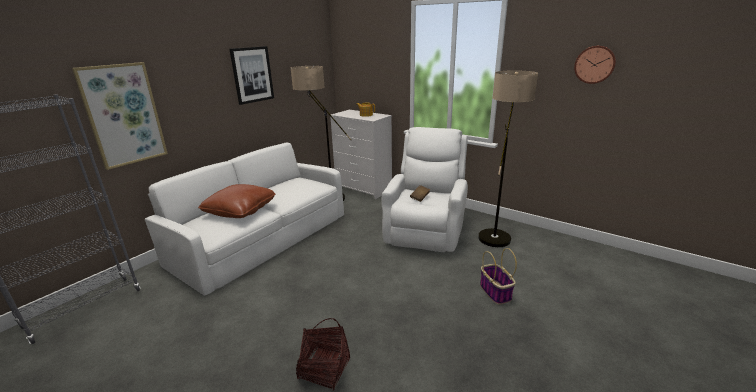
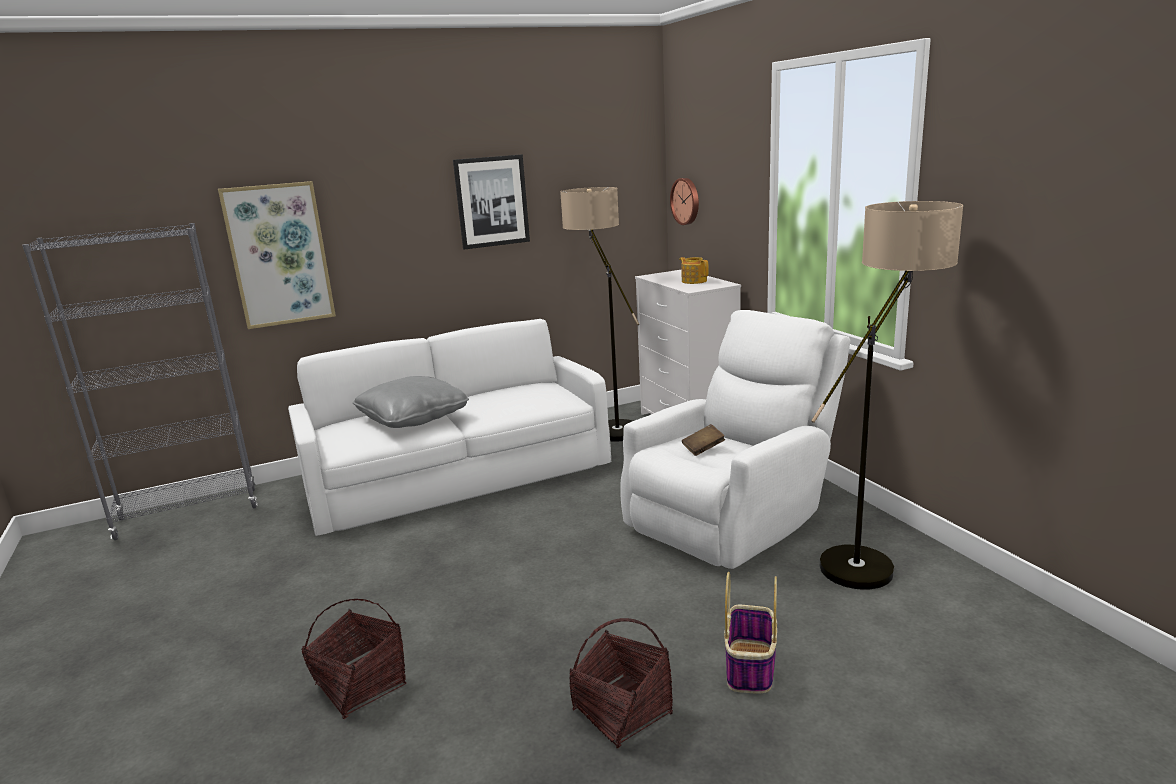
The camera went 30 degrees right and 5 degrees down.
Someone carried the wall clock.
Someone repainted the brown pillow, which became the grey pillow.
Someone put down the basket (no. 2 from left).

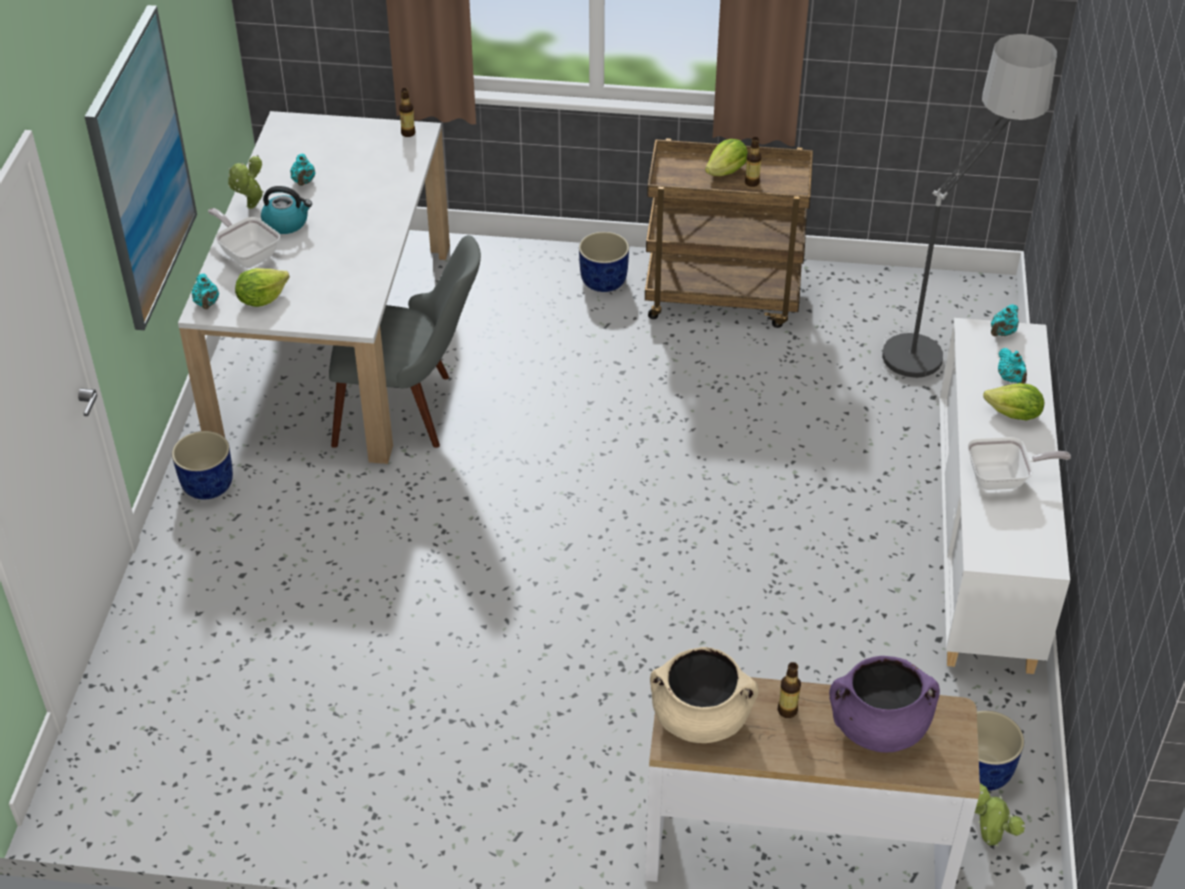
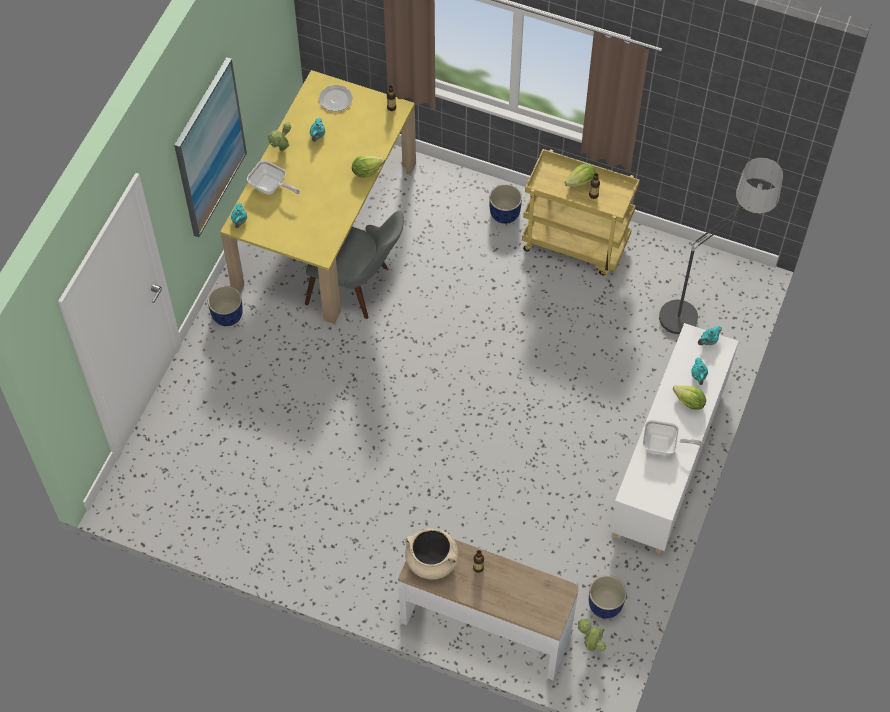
The camera went 15 degrees right and 15 degrees up.
Someone repainted the white dining table, which became the yellow dining table.
Someone repainted the brown cart, which became the yellow cart.
Someone took away the kettle.
Someone rotated the frying pan (no. 1 from left) by 150 degrees clockwise.
Someone carried the lettuce (no. 1 from left).
Someone took away the purple cooking pot.
Someone put down the plate.

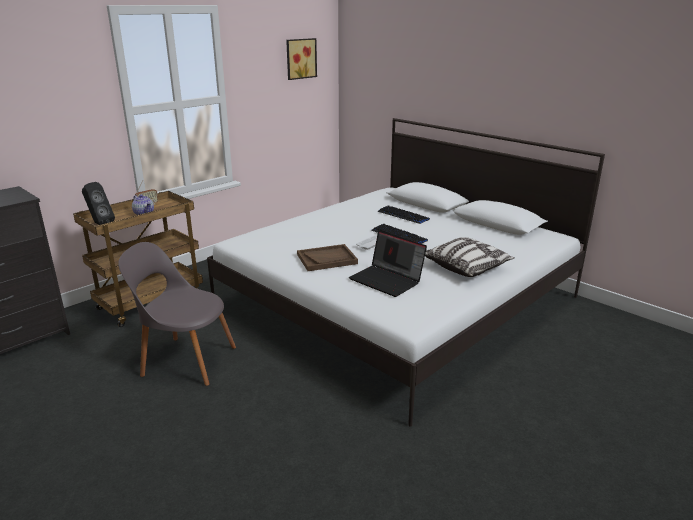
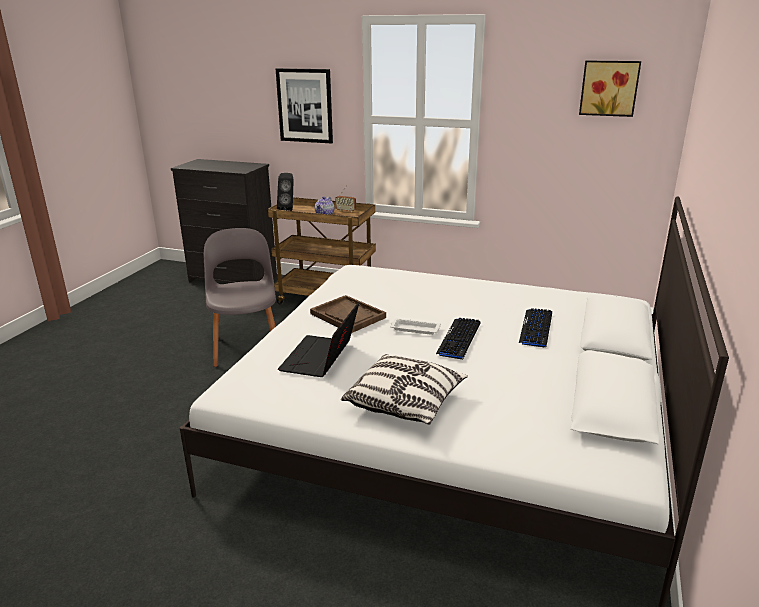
The camera went 65 degrees right and 0 degrees up.
Someone put up the picture (no. 1 from left).

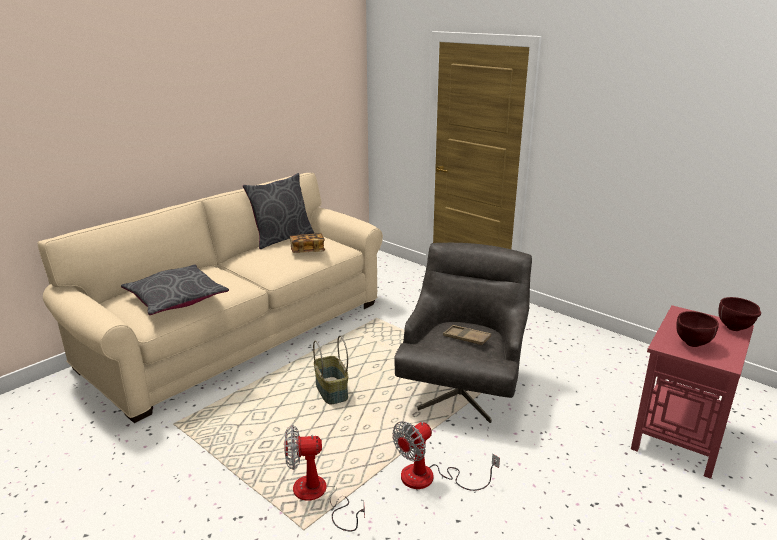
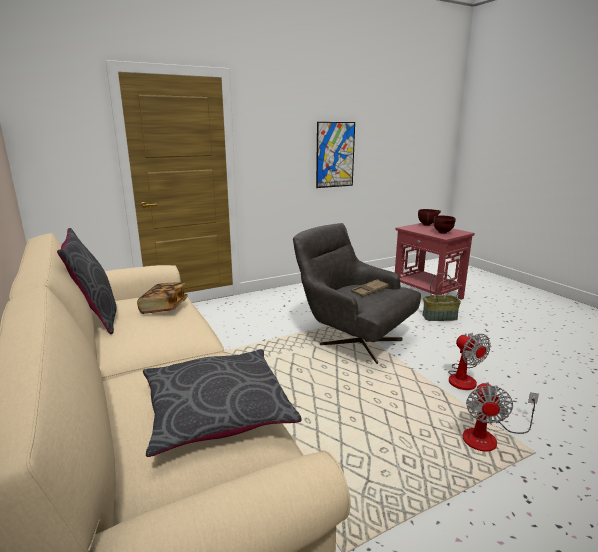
The camera went 70 degrees left and 5 degrees down.
Someone carried the basket.
Someone put up the picture.

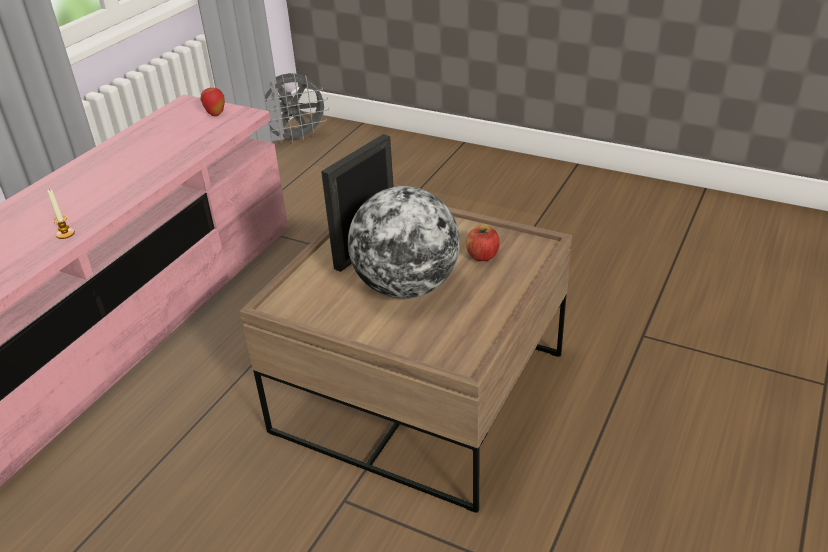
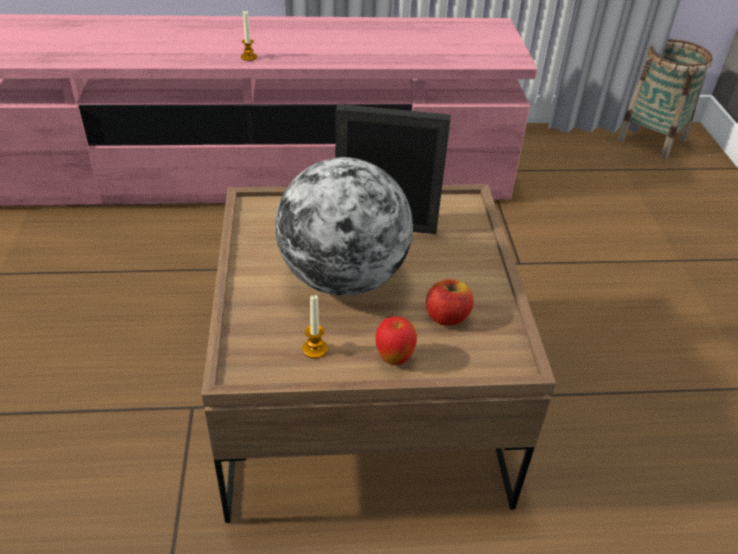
The camera went 55 degrees right and 5 degrees up.
Someone swapped the grey fan for the basket.
Someone carried the apple (no. 1 from left).
Someone put down the candle (no. 2 from left).

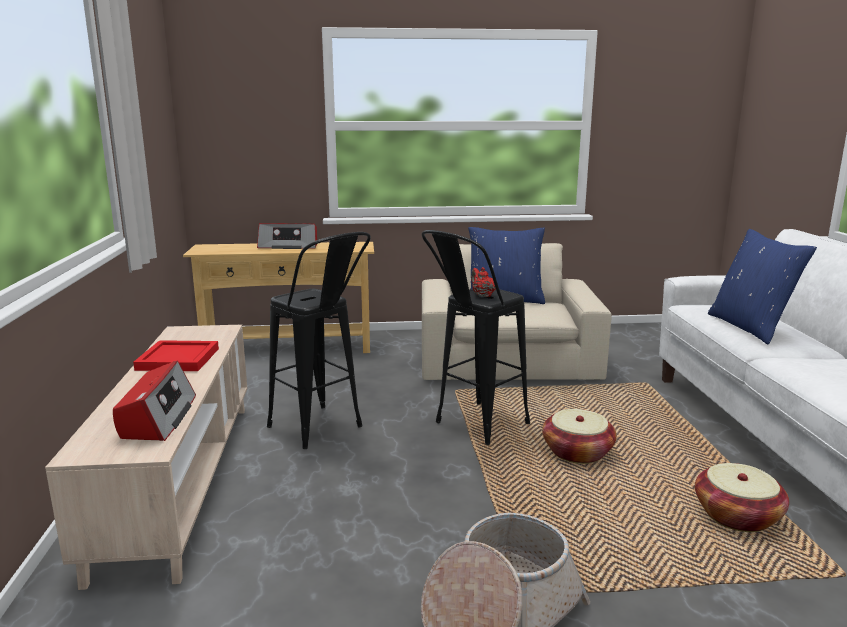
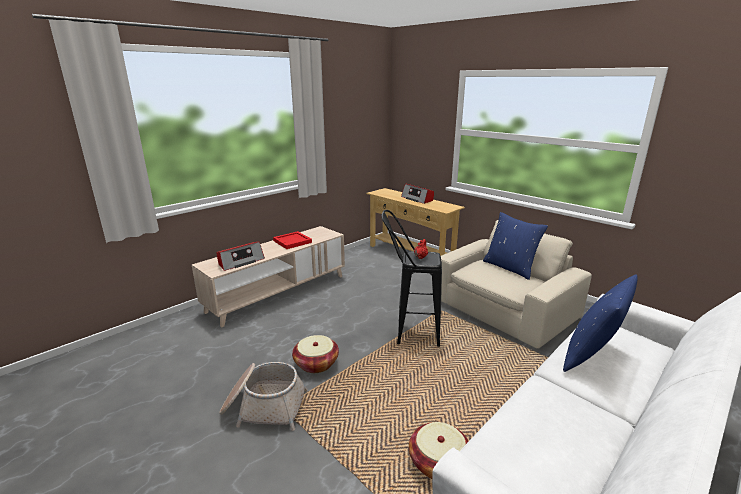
The camera went 50 degrees right and 5 degrees up.
Someone took away the black stool (no. 1 from left).
Someone carried the basket (no. 2 from left).

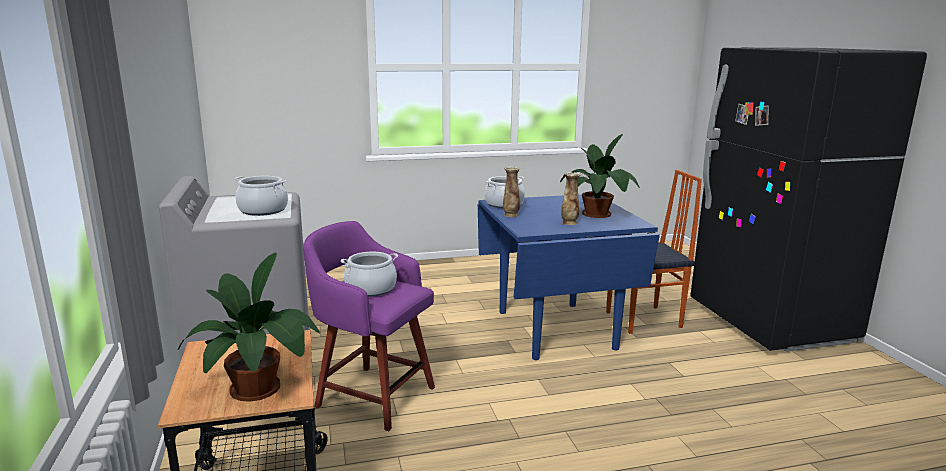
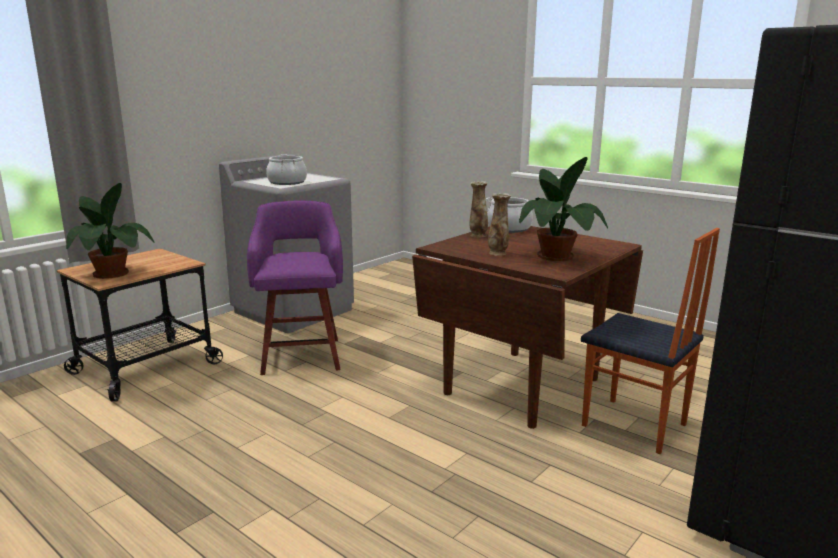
The camera went 55 degrees right and 0 degrees up.
Someone repainted the blue dining table, which became the brown dining table.
Someone took away the cooking pot (no. 2 from left).

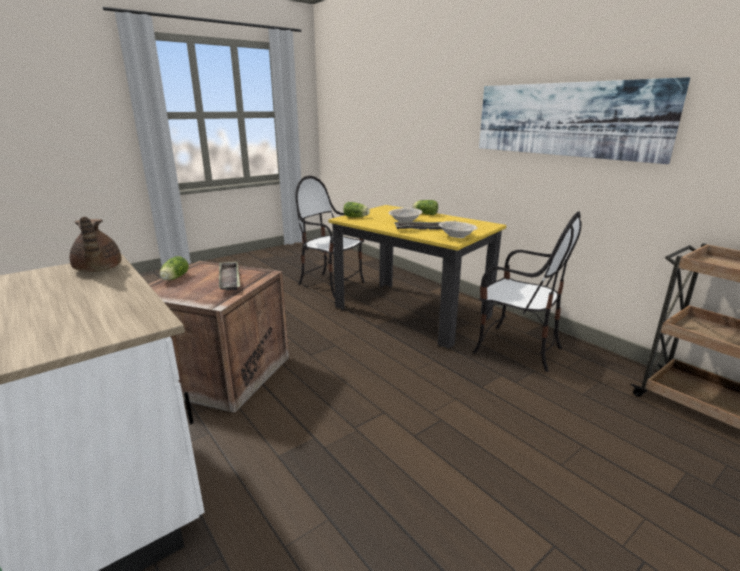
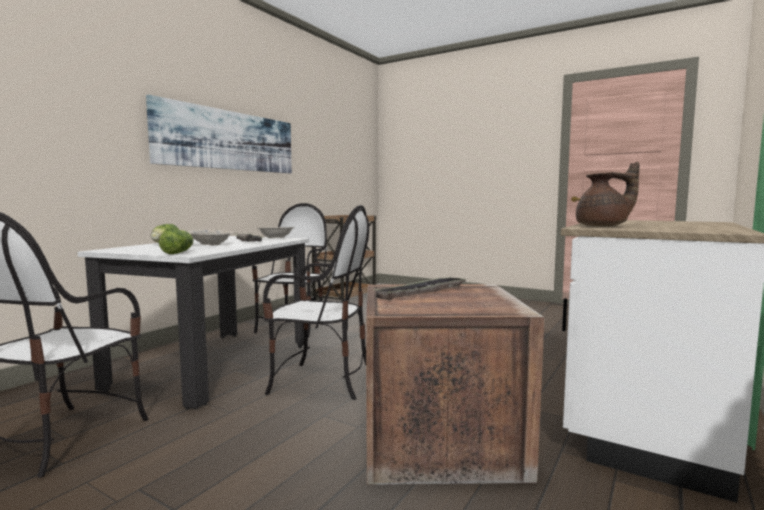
The camera went 110 degrees left and 15 degrees down.
Someone repainted the yellow dining table, which became the white dining table.
Someone rotated the brown teapot by 45 degrees clockwise.
Someone took away the lettuce (no. 1 from left).
Someone put down the chair (no. 3 from left).

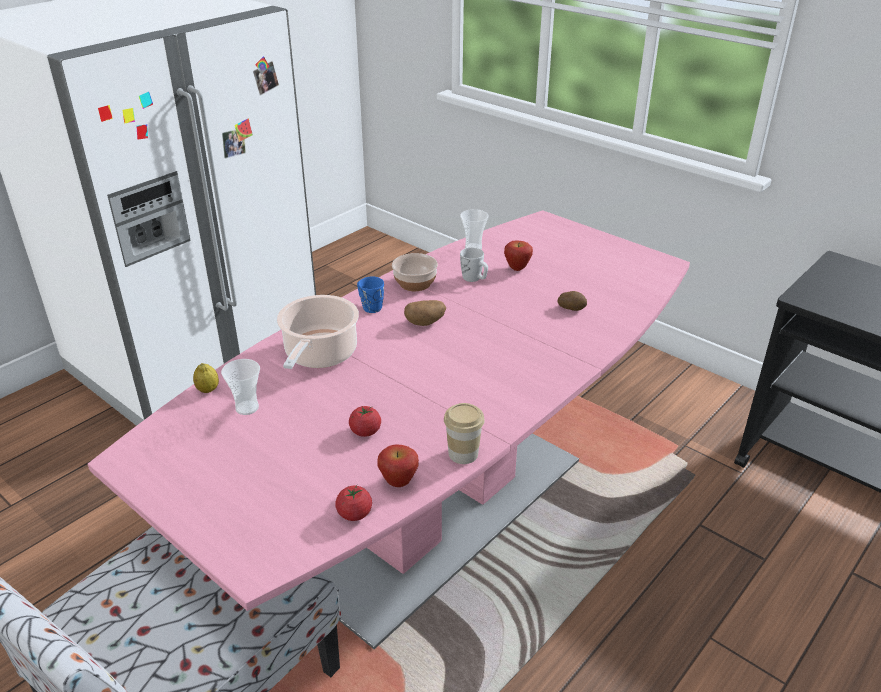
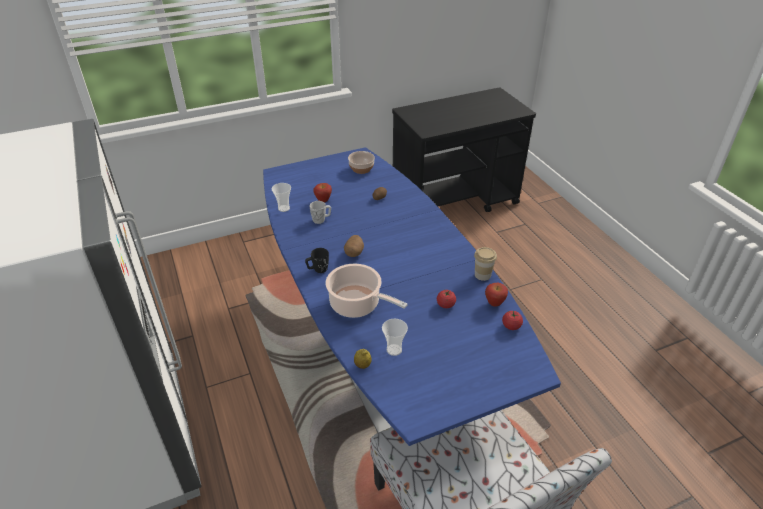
The camera went 65 degrees left and 5 degrees up.
Someone repainted the pink dining table, which became the blue dining table.
Someone carried the bowl.
Someone repainted the blue mug, which became the black mug.

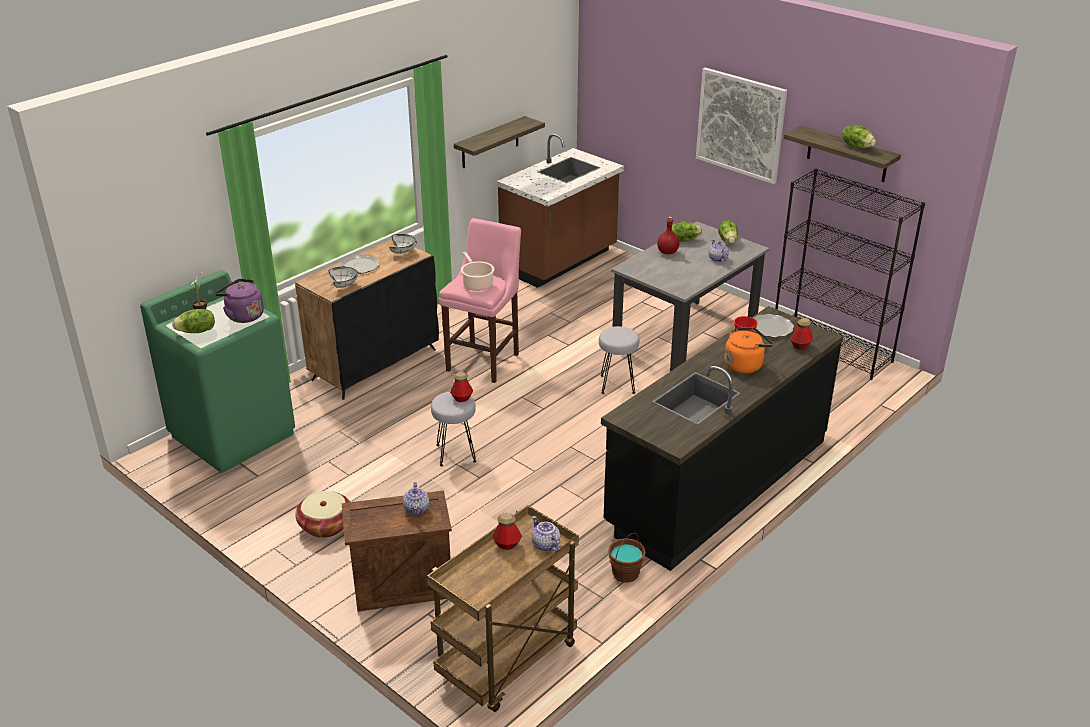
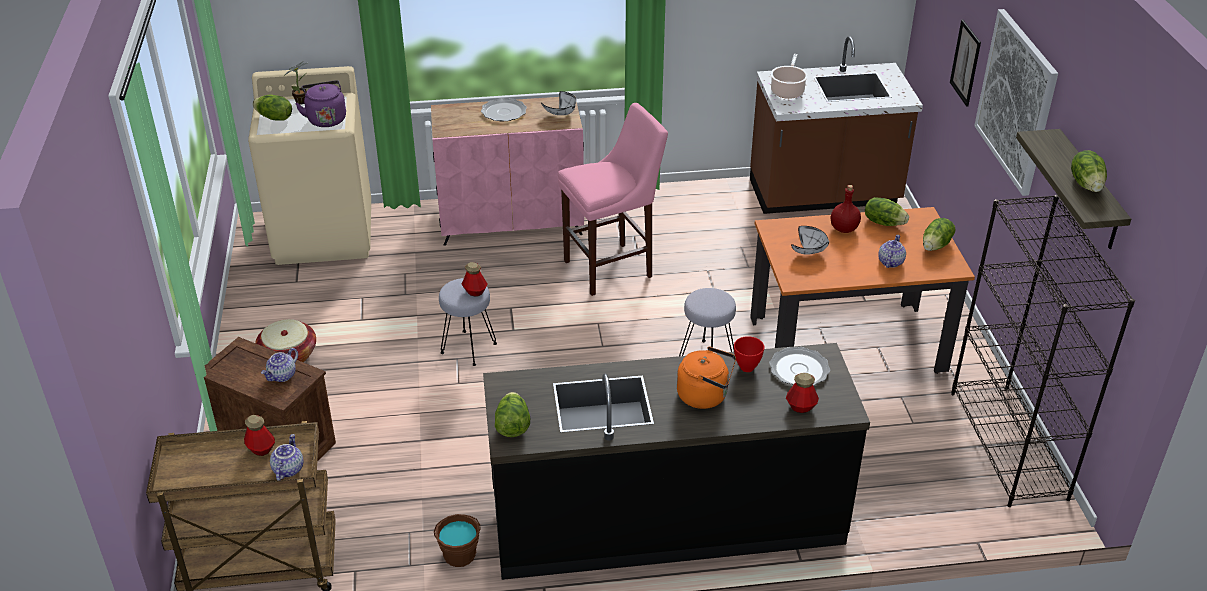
The camera went 40 degrees right and 5 degrees up.
Someone took away the shelf (no. 1 from left).
Someone repainted the grey dining table, which became the orange dining table.
Someone repainted the black cabinet, which became the pink cabinet.
Someone carried the cooking pot.
Someone carried the white bowl (no. 1 from left in the first image).
Someone repainted the green washing machine, which became the beige washing machine.
Someone put up the picture (no. 1 from left).
Someone put down the lettuce (no. 2 from left).

